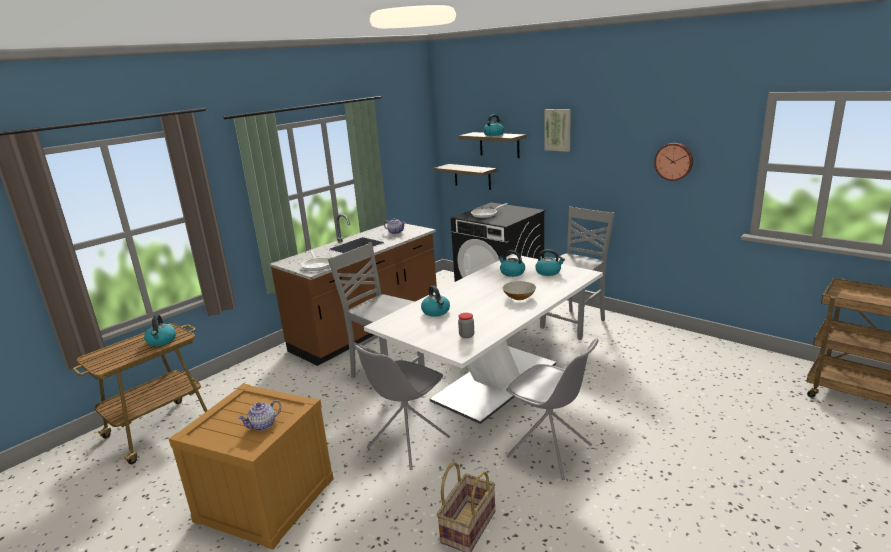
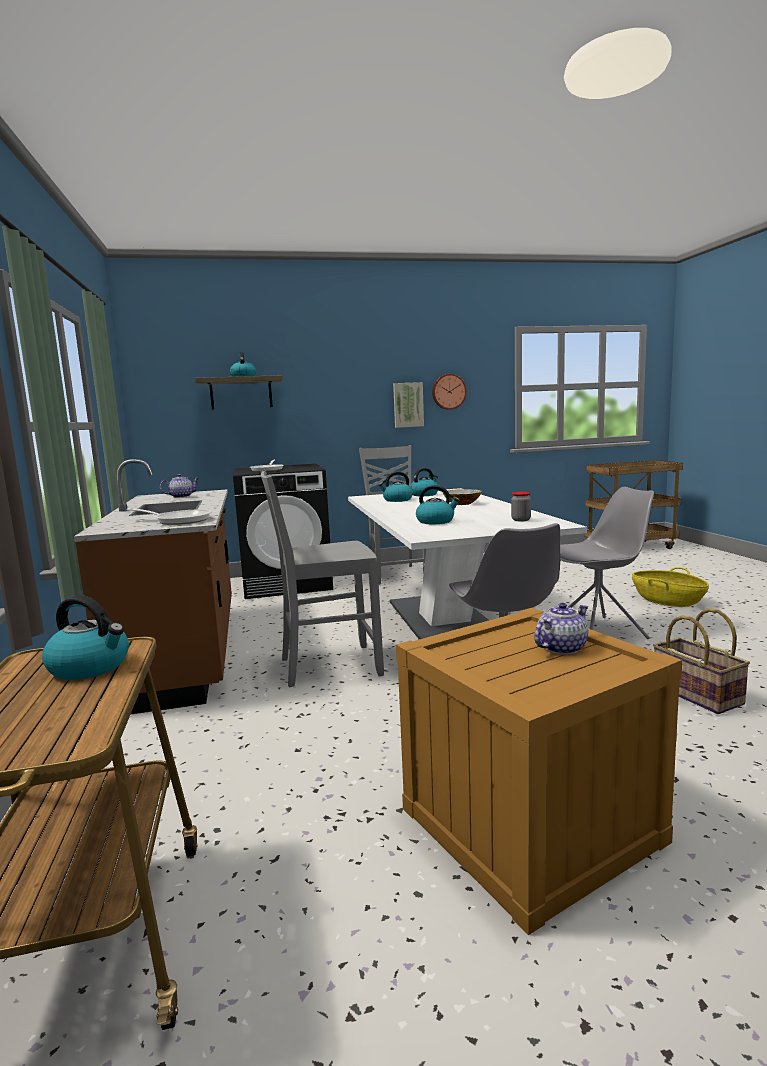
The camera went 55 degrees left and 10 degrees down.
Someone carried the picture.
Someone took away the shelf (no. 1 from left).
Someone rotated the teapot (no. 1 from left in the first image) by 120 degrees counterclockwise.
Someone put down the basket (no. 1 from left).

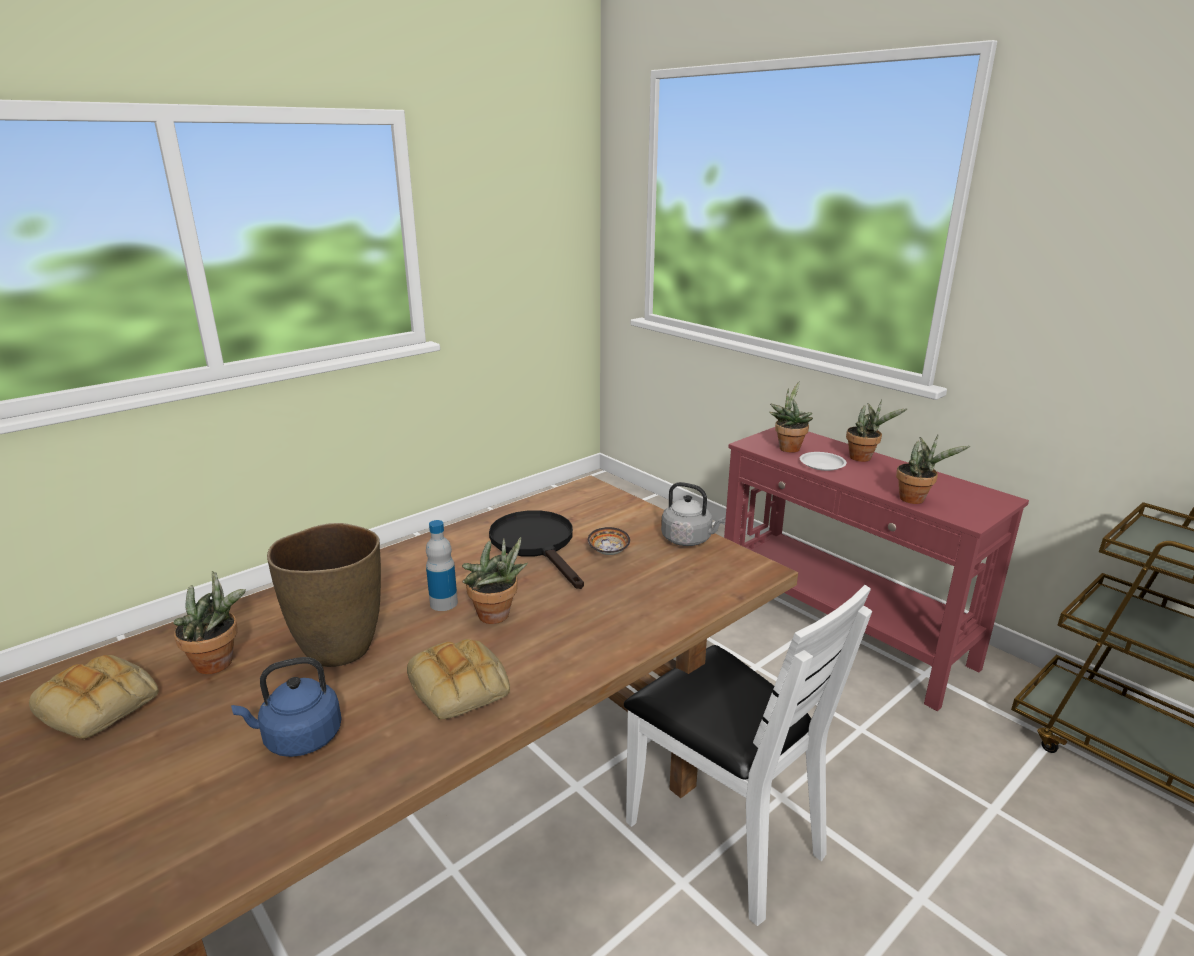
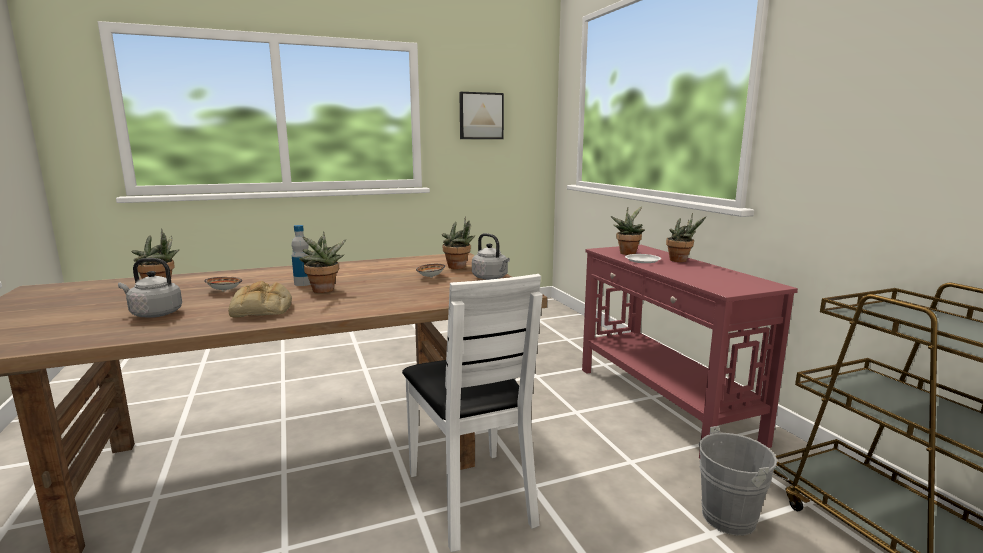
The camera went 20 degrees right and 10 degrees down.
Someone carried the potted plant (no. 5 from left in the first image).
Someone took away the black frying pan.
Someone swapped the brown vase for the bowl (no. 1 from left).
Someone took away the bread (no. 1 from left).
Someone repainted the blue kettle, which became the grey kettle (no. 1 from left).
Someone put up the picture.
Someone put down the grey bucket.

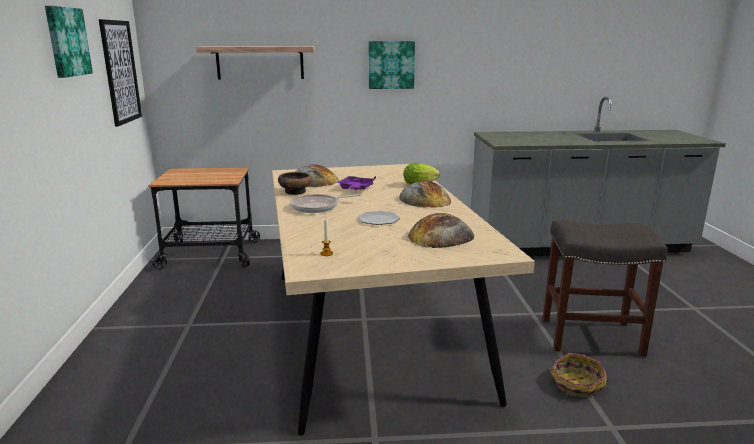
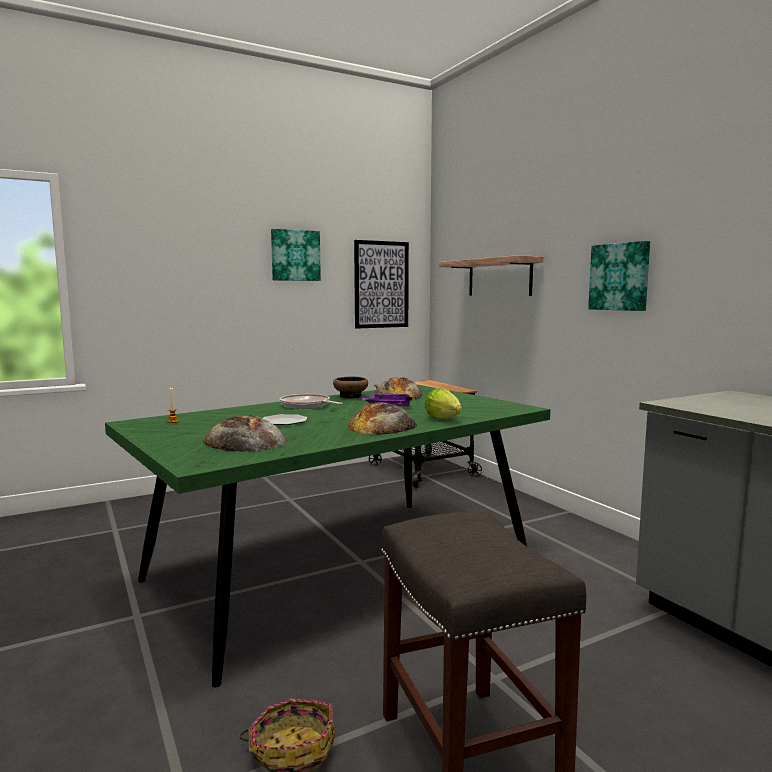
The camera went 65 degrees right and 10 degrees down.
Someone repainted the beige dining table, which became the green dining table.

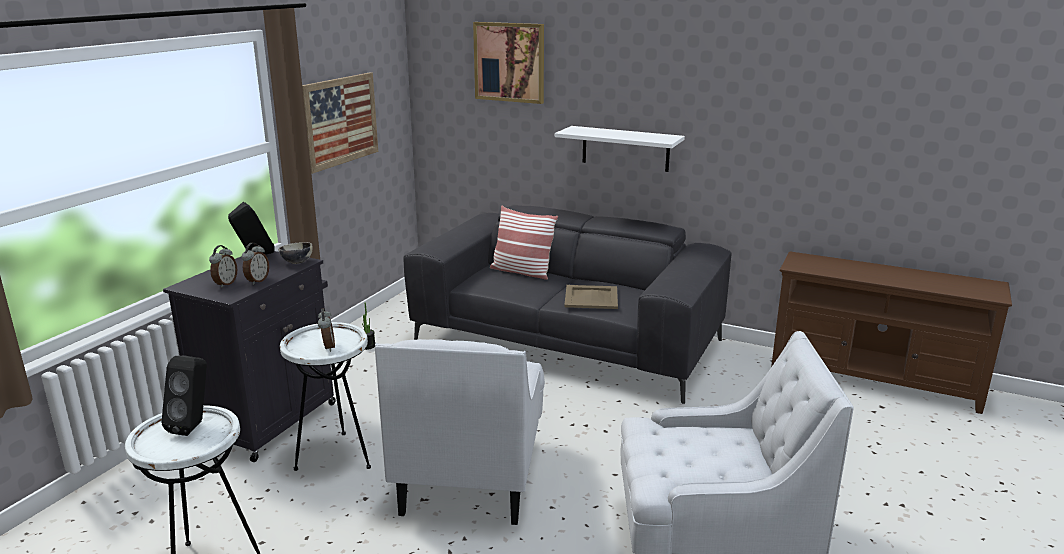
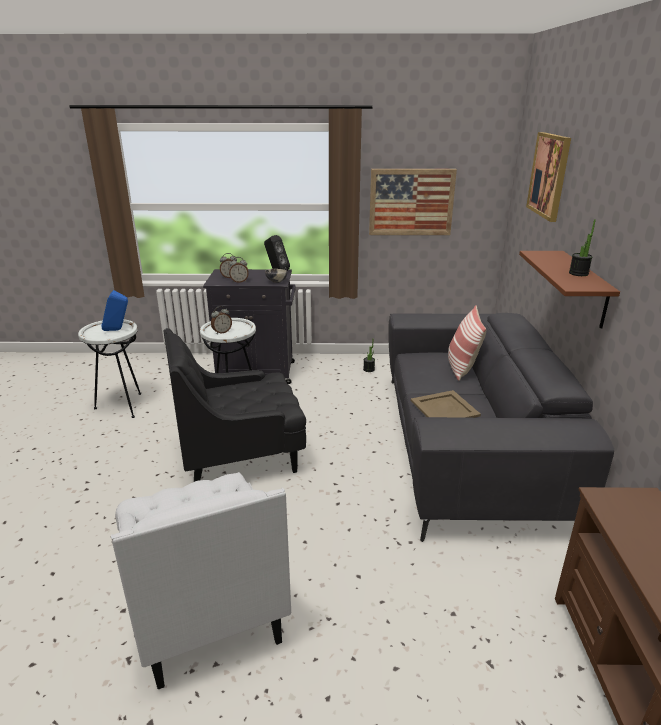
The camera went 65 degrees right and 5 degrees up.
Someone repainted the white shelf, which became the brown shelf.
Someone repainted the white armchair (no. 1 from left), which became the black armchair.
Someone repainted the black speaker (no. 1 from left), which became the blue speaker.
Someone put down the potted plant (no. 2 from left).

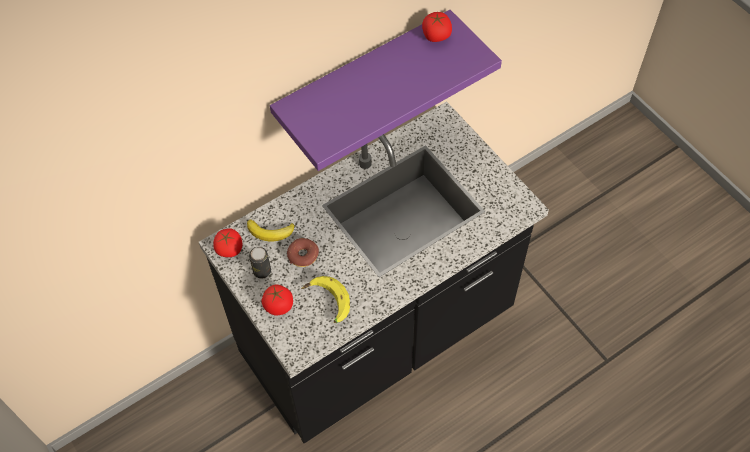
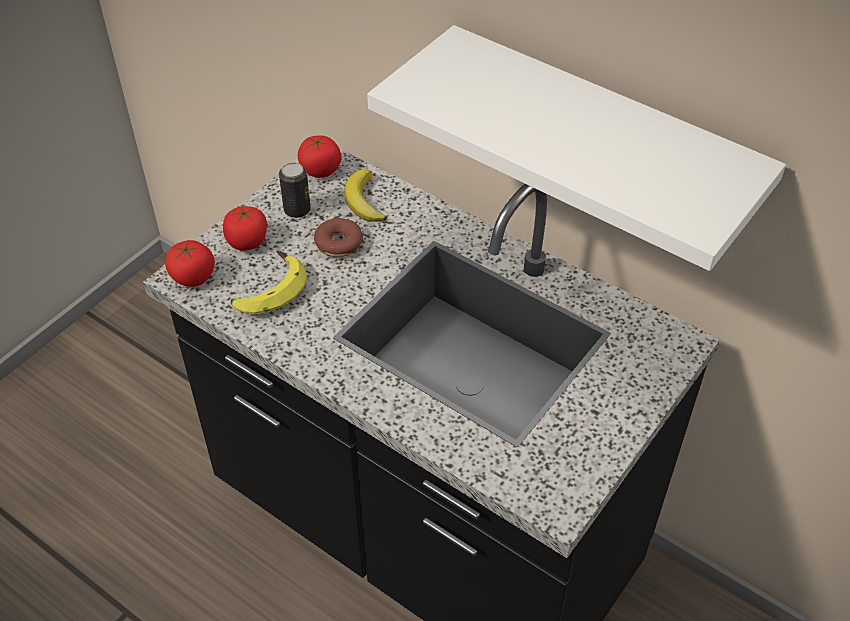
The camera went 70 degrees right and 10 degrees down.
Someone repainted the purple shelf, which became the white shelf.
Someone carried the tomato (no. 3 from left in the first image).

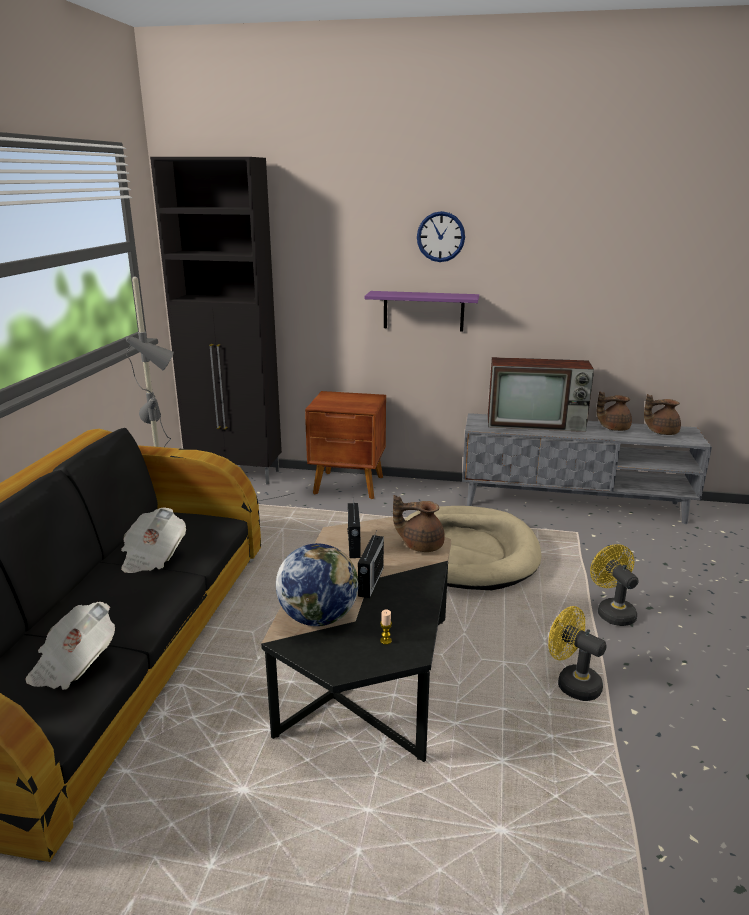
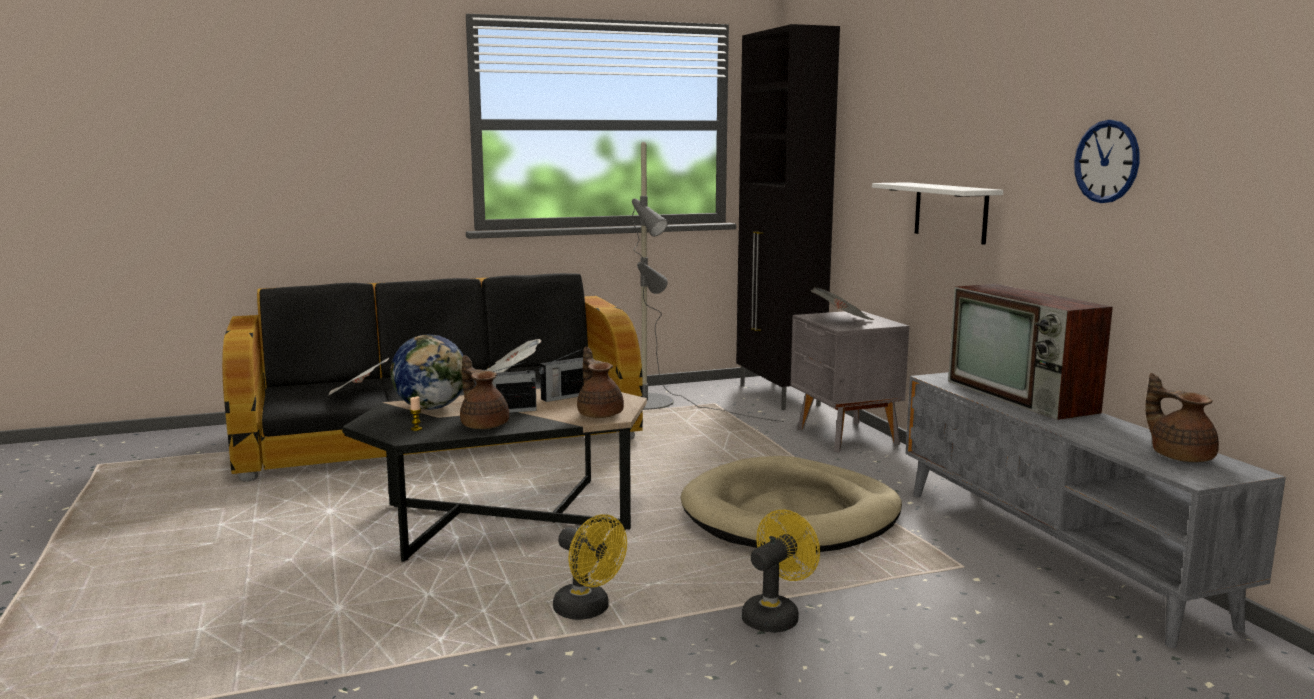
The camera went 60 degrees right and 10 degrees down.
Someone carried the wall clock.
Someone repainted the purple shelf, which became the white shelf.
Someone repainted the brown nightstand, which became the grey nightstand.
Someone carried the brown teapot (no. 2 from left in the first image).
Someone rotated the yellow fan (no. 1 from left) by 120 degrees clockwise.
Someone put down the newspaper (no. 3 from left).

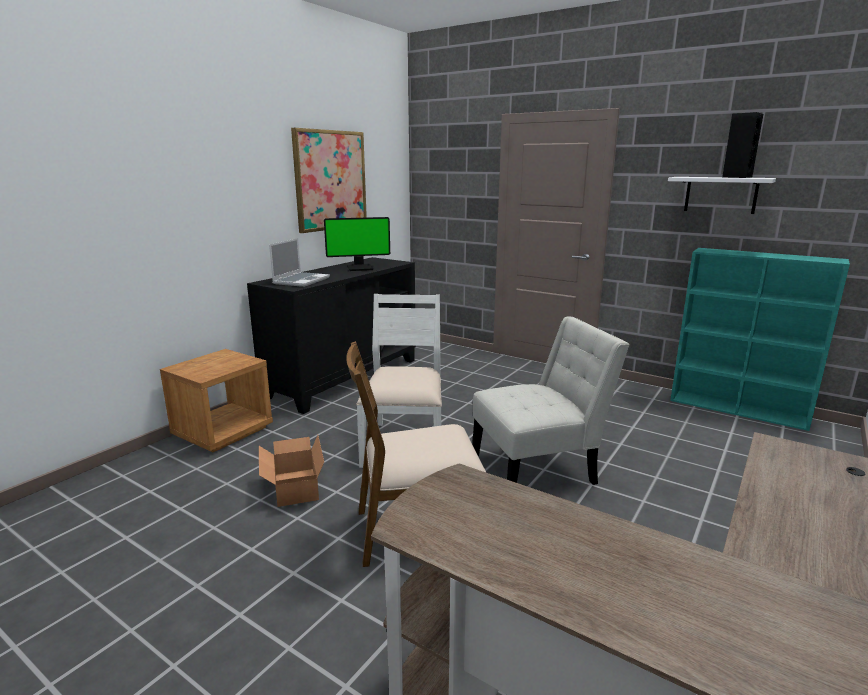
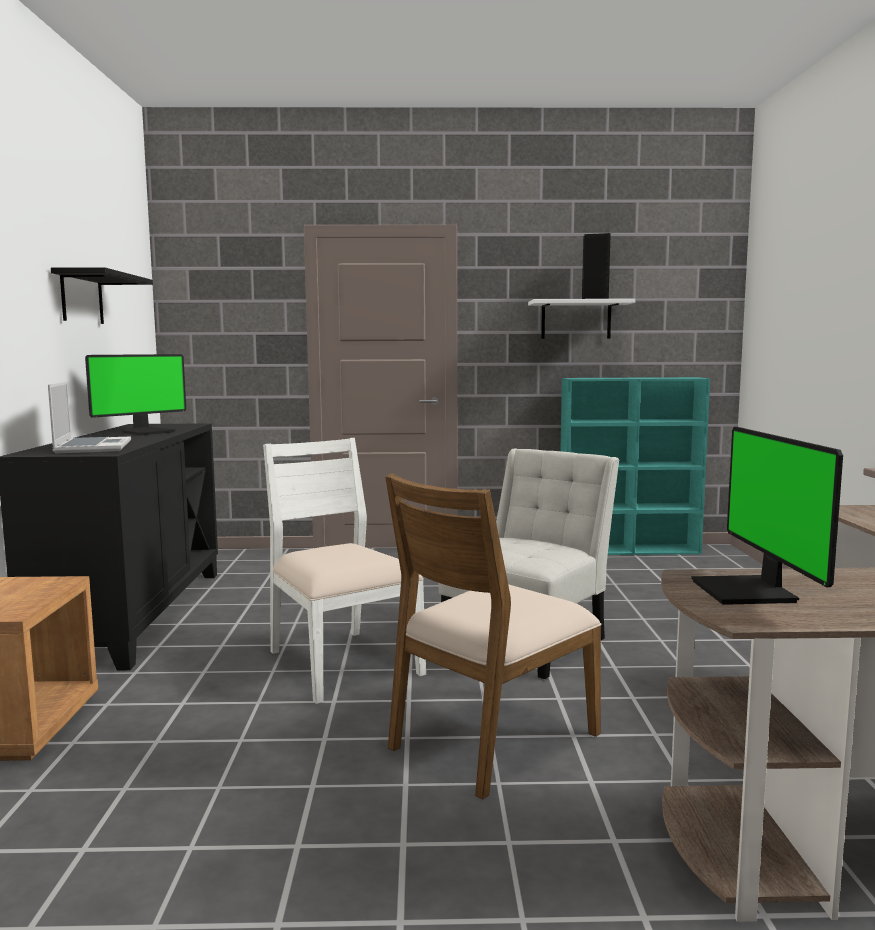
The camera went 35 degrees left and 10 degrees down.
Someone swapped the picture for the black shelf.
Someone took away the cardboard box.
Someone put down the monitor (no. 2 from left).

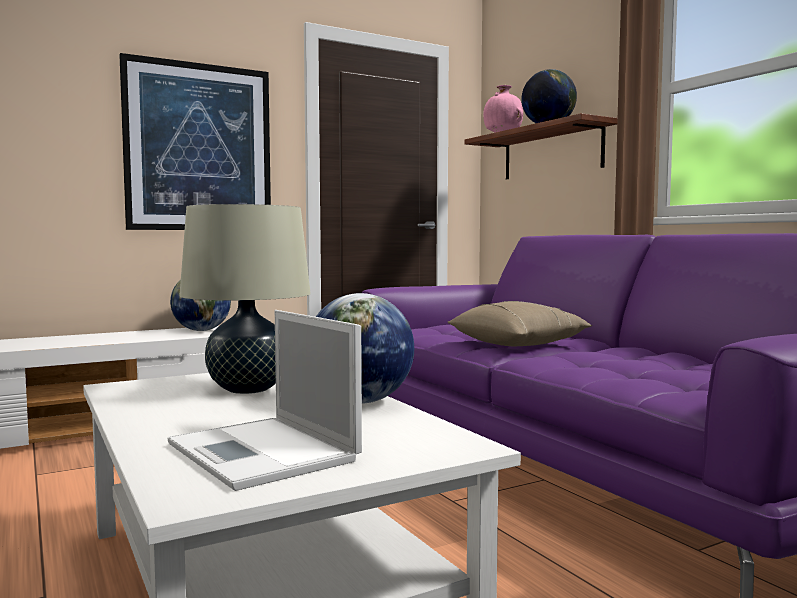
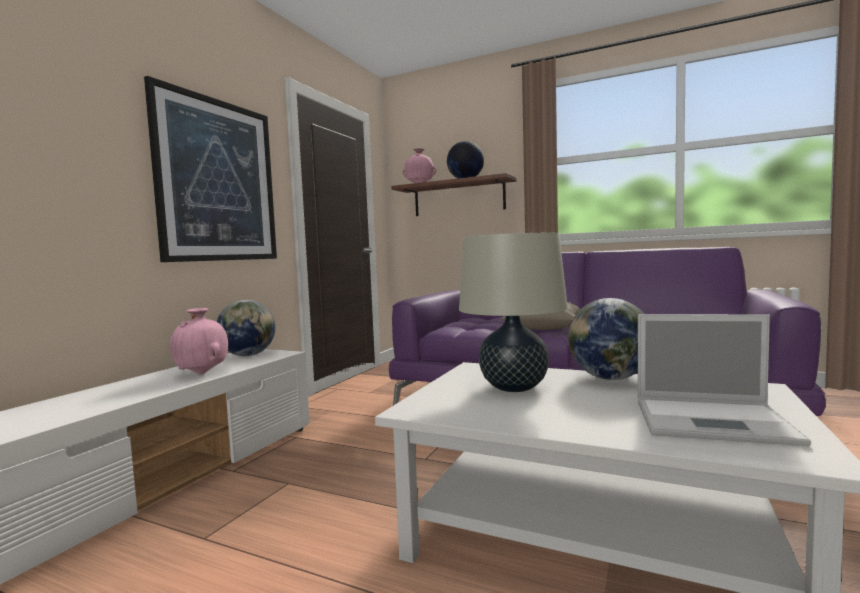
The camera went 35 degrees left and 0 degrees up.
Someone put down the pink vase (no. 1 from left).

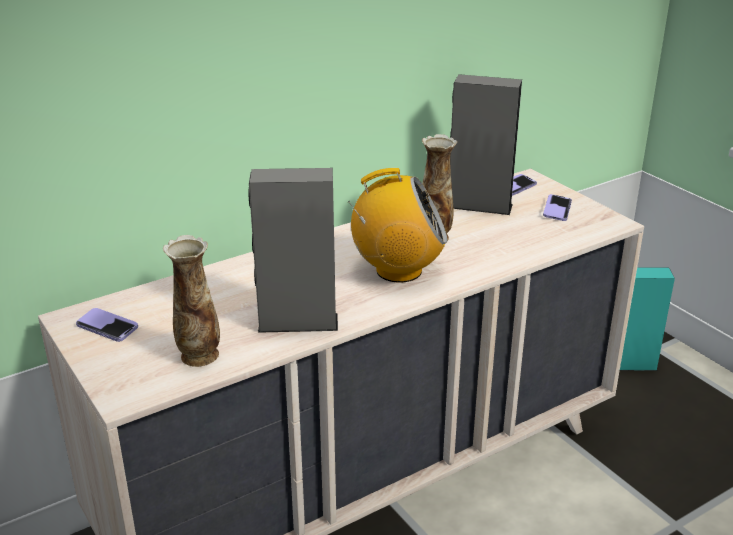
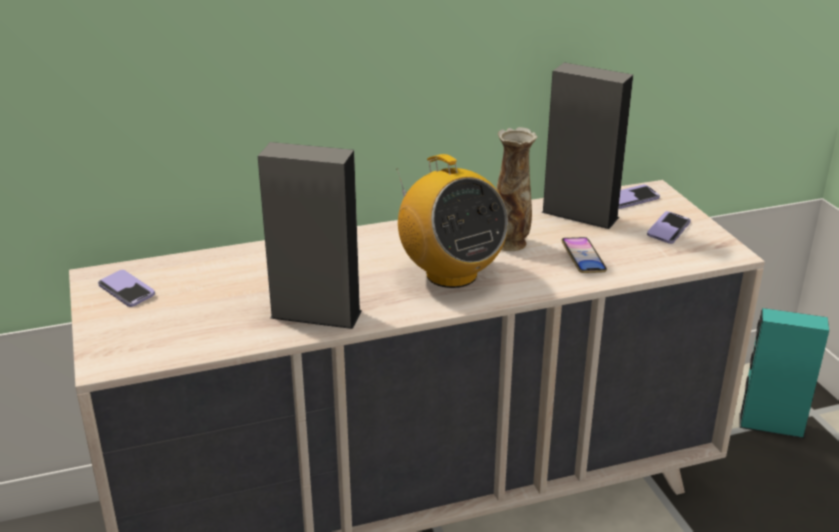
The camera went 15 degrees right and 0 degrees up.
Someone rotated the radio by 45 degrees clockwise.
Someone took away the vase (no. 1 from left).
Someone put down the phone (no. 2 from left).

